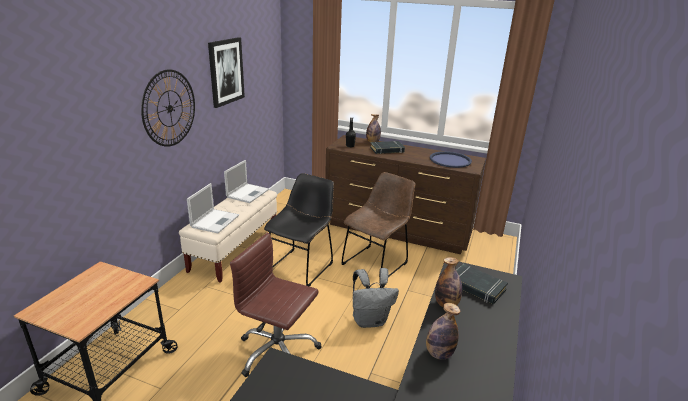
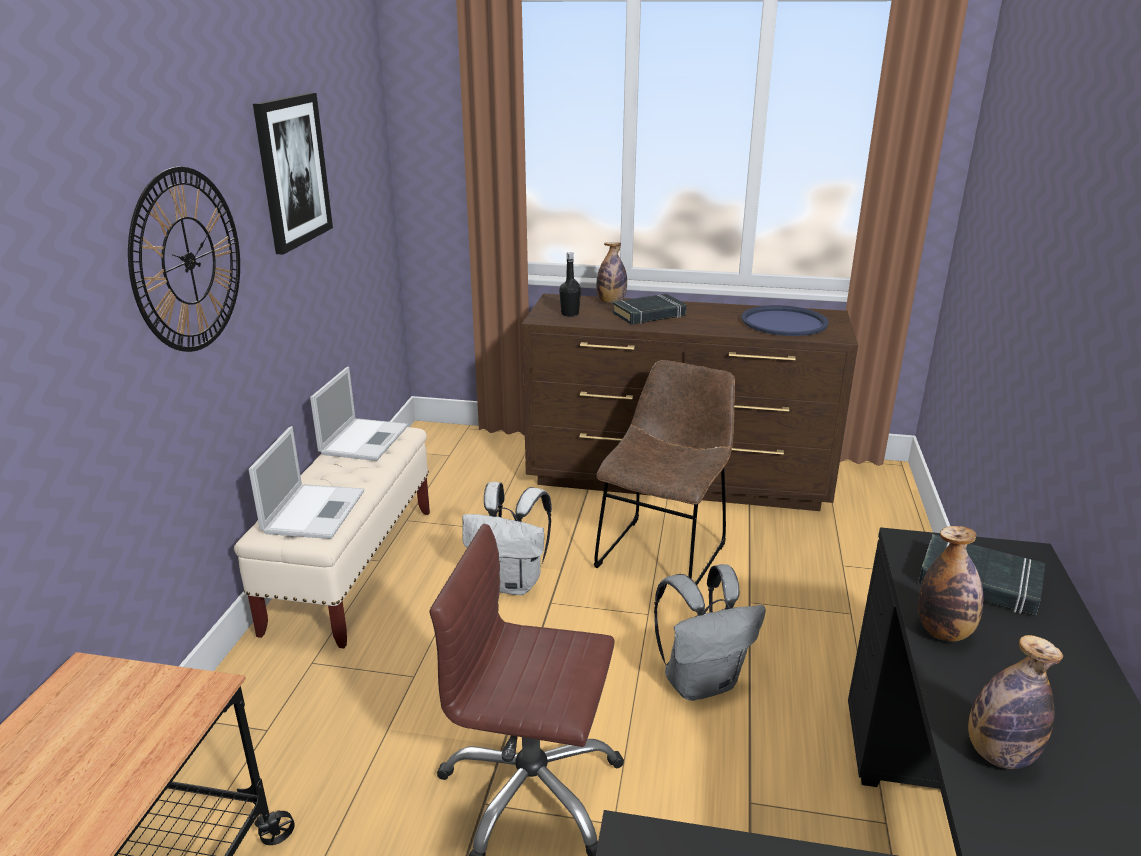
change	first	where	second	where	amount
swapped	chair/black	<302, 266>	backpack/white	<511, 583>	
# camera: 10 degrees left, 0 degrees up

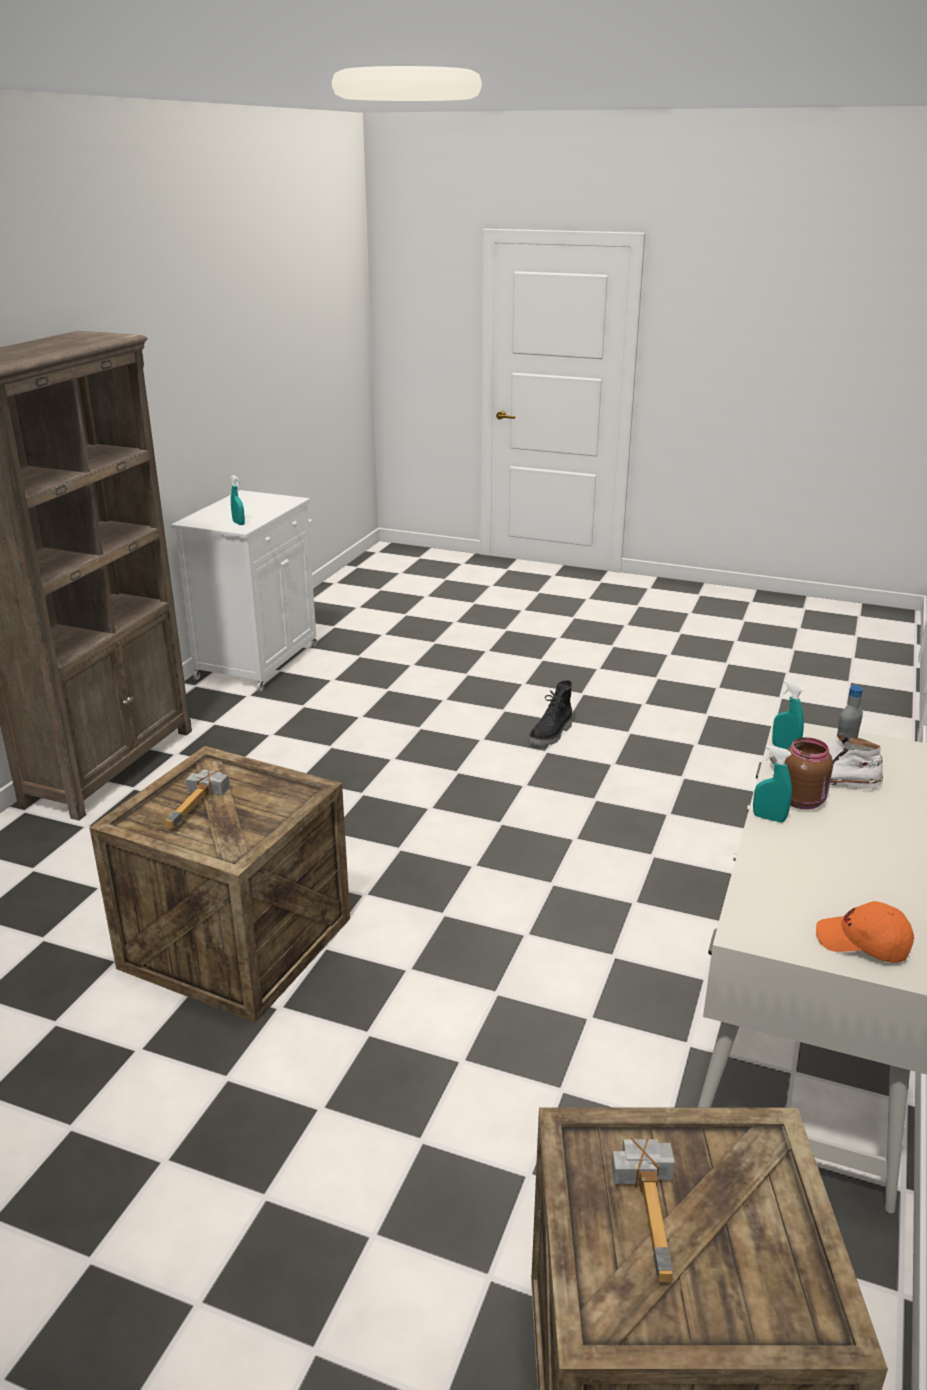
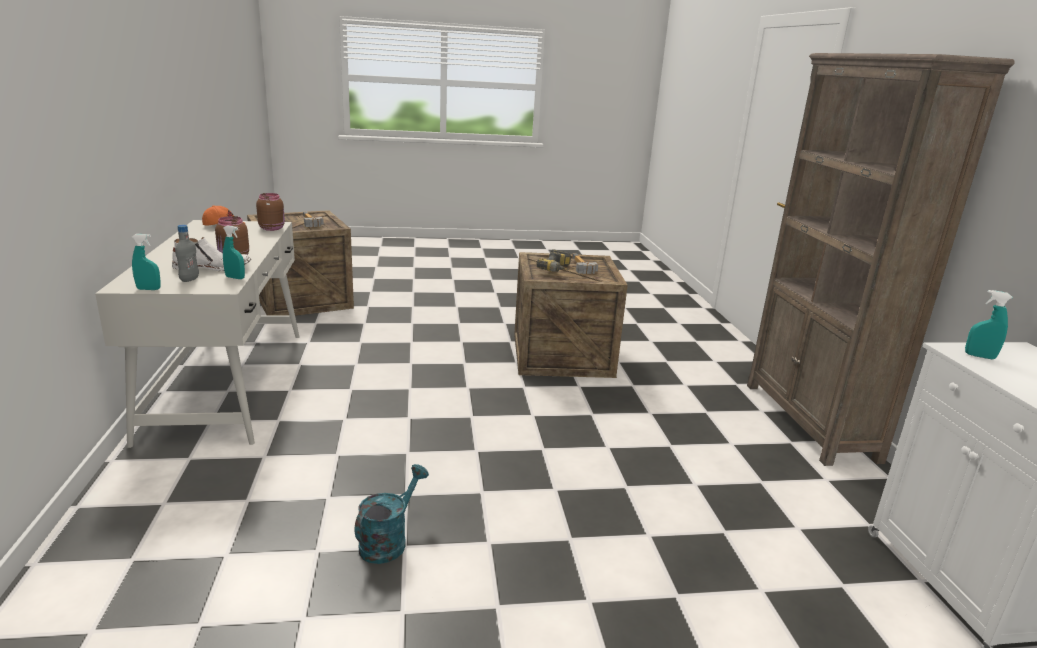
change	first	where	second	where	amount
gone	boot/black	<551, 735>			
shifted	spray bottle/turquoise	<769, 818>		<148, 289>	
new			jar/brown	<272, 228>	
new			power drill	<557, 270>	
new			watering can/turquoise	<388, 541>	
# camera: 150 degrees right, 5 degrees down

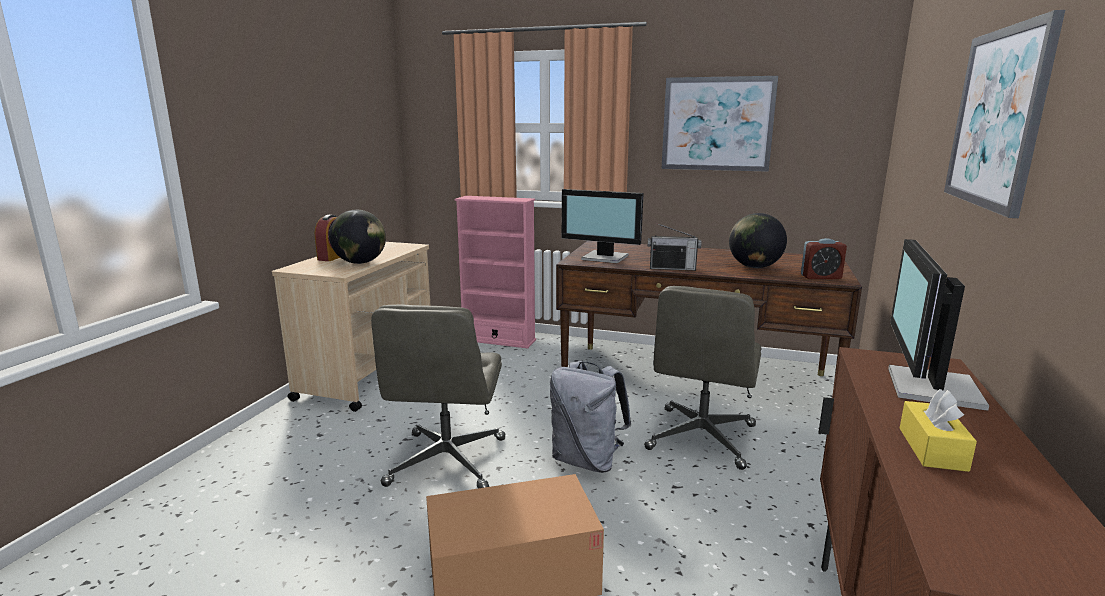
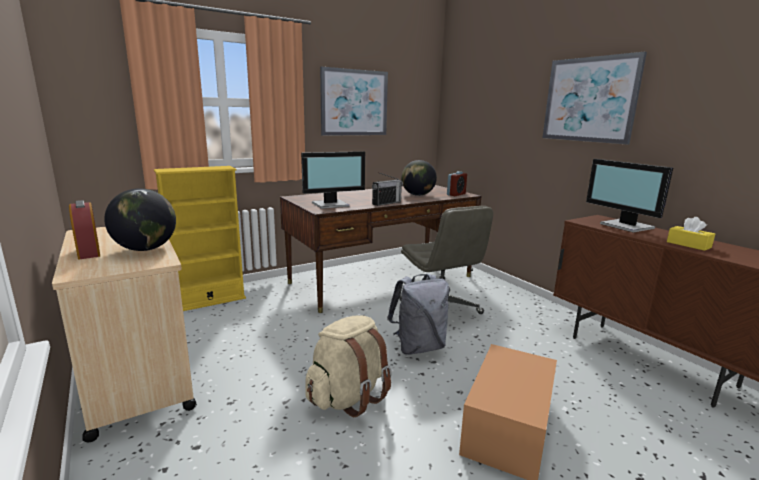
change	first	where	second	where	amount
repainted	bookcase/pink	<498, 340>	bookcase/yellow	<209, 301>	
swapped	office chair/grey	<447, 462>	backpack/beige	<348, 397>	
# camera: 50 degrees left, 0 degrees up

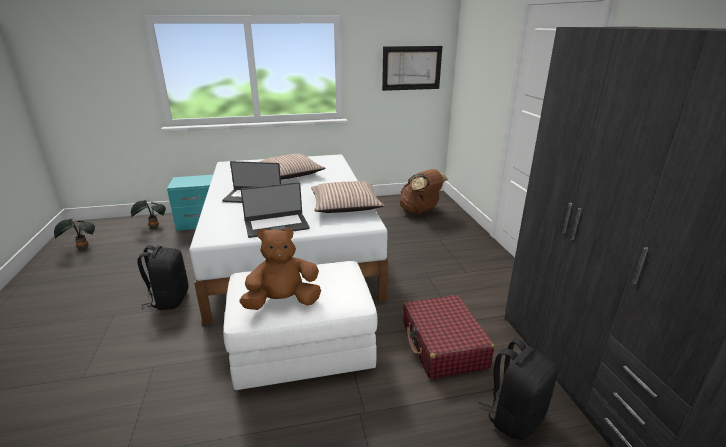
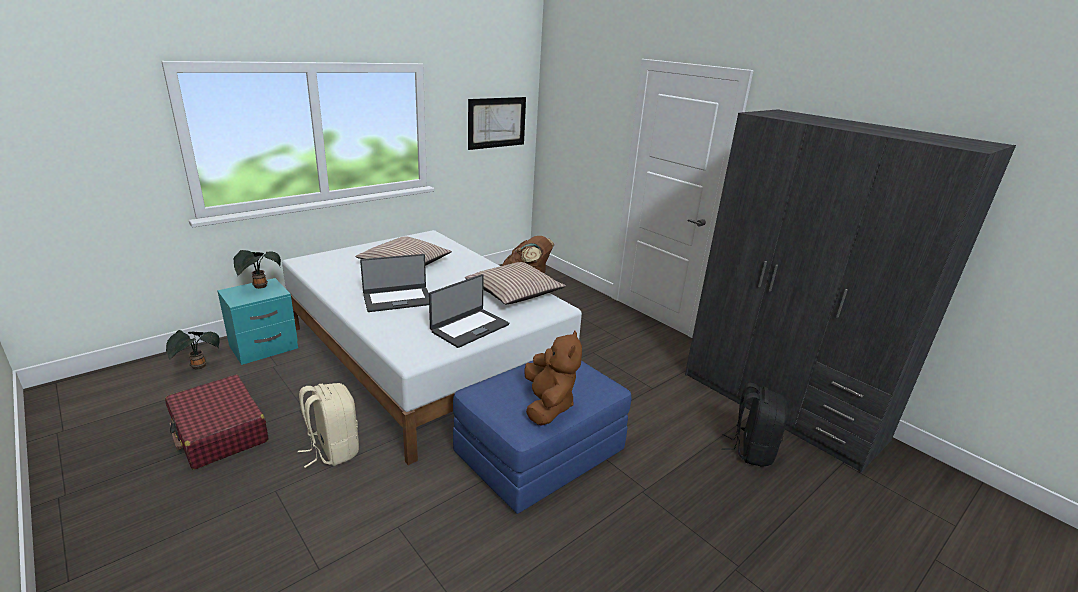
change	first	where	second	where	amount
shifted	potted plant	<81, 248>		<259, 287>	
rotated	plush toy/brown	<283, 302>		<548, 406>	135 degrees clockwise
repainted	backpack/black	<170, 299>	backpack/beige	<333, 450>	
repainted	ottoman/white	<303, 347>	ottoman/blue	<540, 452>	
shifted	suitcase/red	<443, 345>		<219, 432>	
# camera: 30 degrees left, 0 degrees up

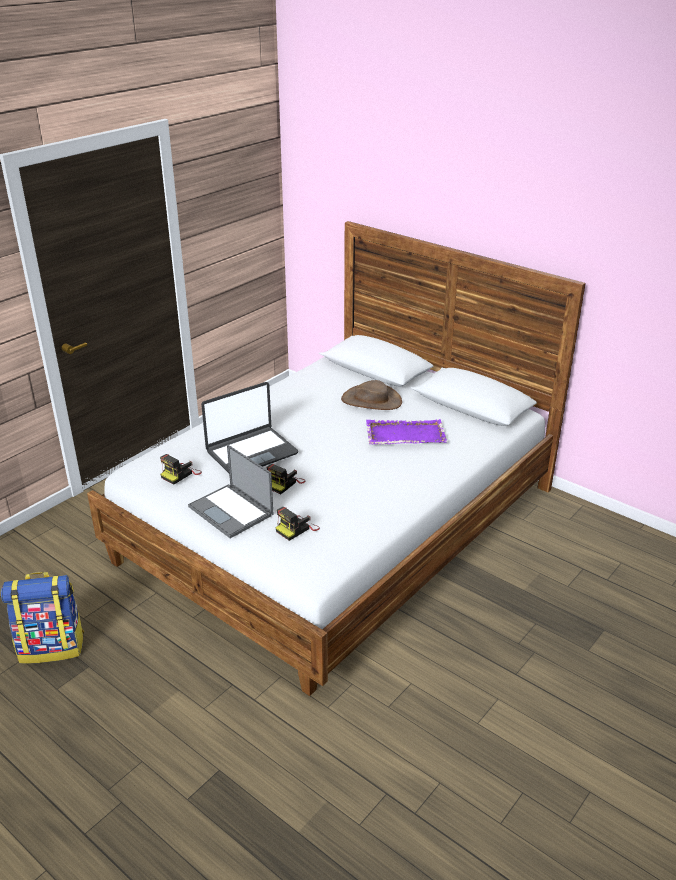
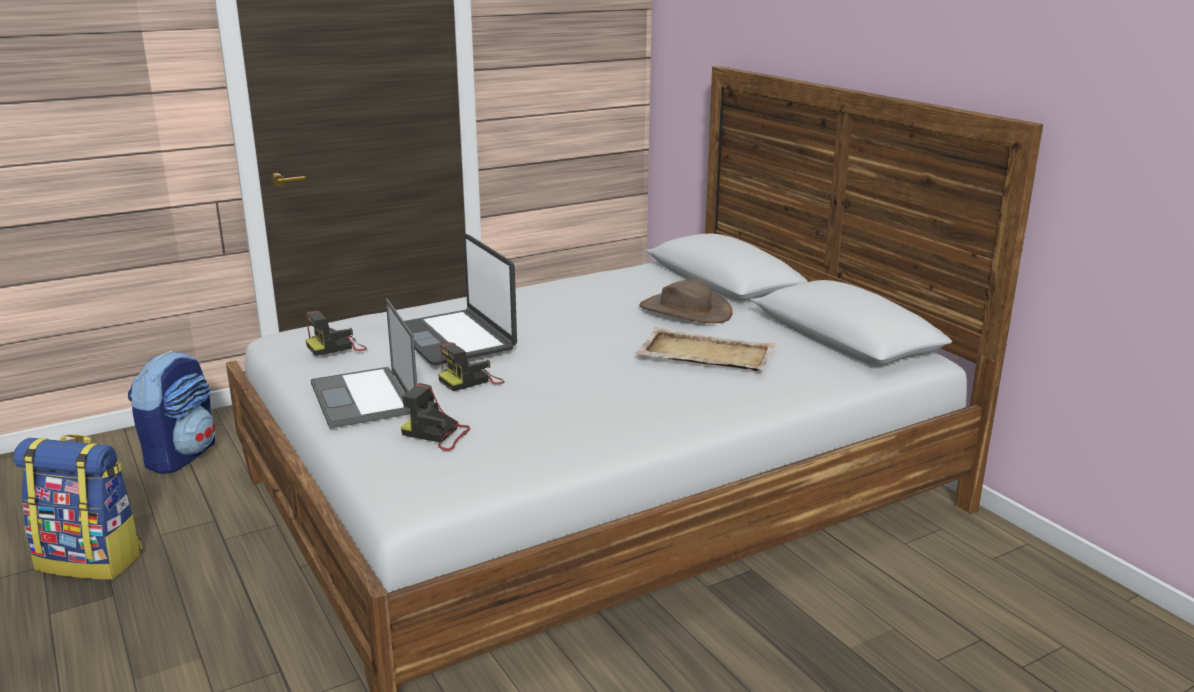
change	first	where	second	where	amount
rotated	laptop	<251, 452>		<455, 339>	75 degrees clockwise
repainted	tray/purple	<404, 434>	tray/beige	<704, 354>	
rotated	photo camera	<297, 529>		<437, 434>	45 degrees clockwise
new			backpack	<181, 455>	
# camera: 20 degrees right, 10 degrees down

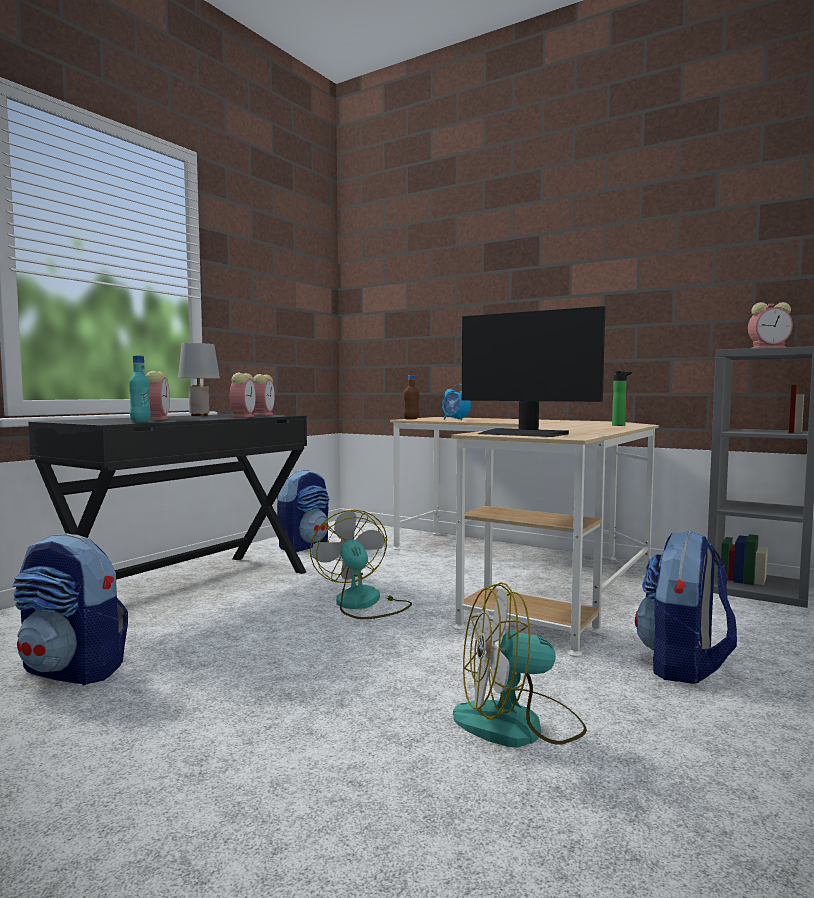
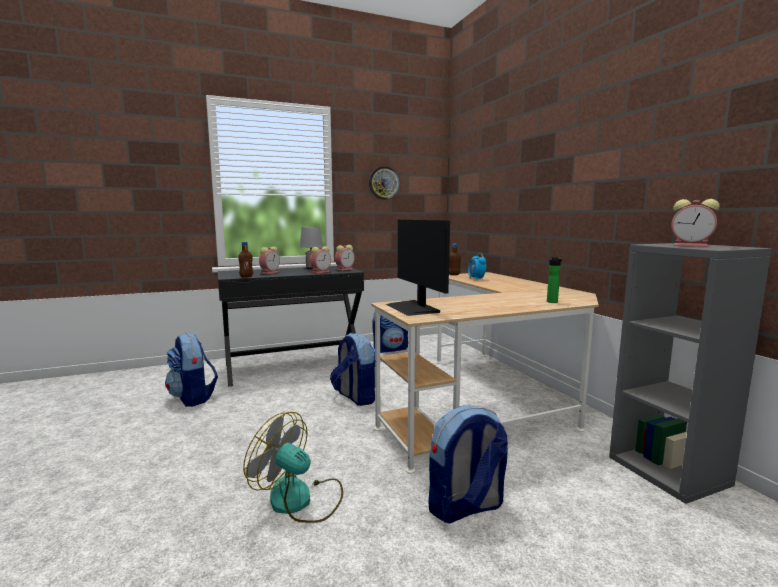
change	first	where	second	where	amount
repainted	bottle/turquoise	<140, 422>	bottle/brown	<246, 276>	
swapped	fan	<363, 604>	backpack	<355, 397>	
new			wall clock	<384, 183>	
# camera: 35 degrees right, 5 degrees up

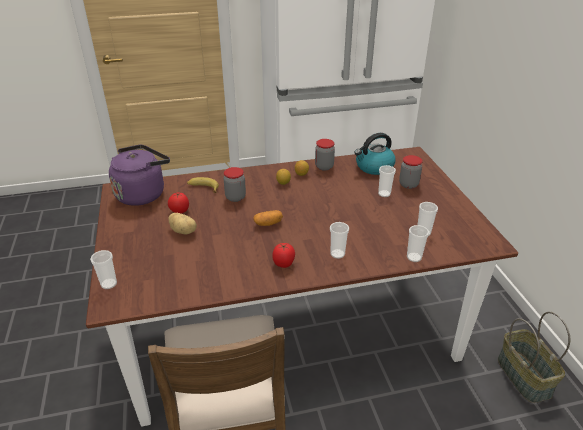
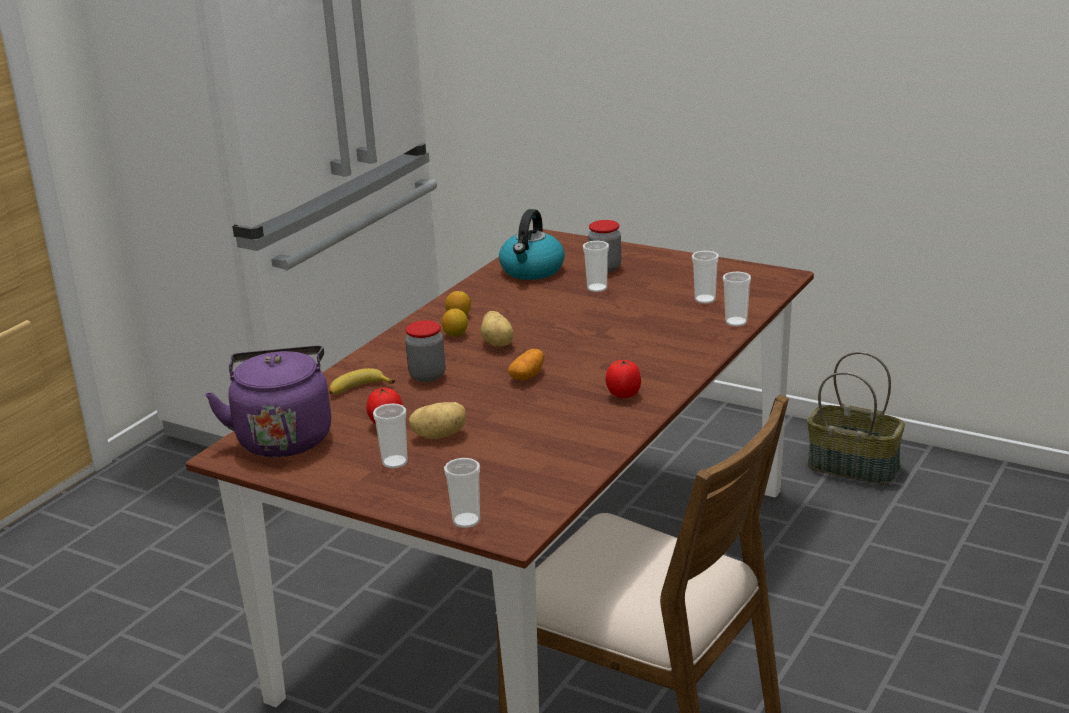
change	first	where	second	where	amount
gone	jar	<324, 167>			
shifted	cup	<337, 254>		<395, 462>	
new			potato	<498, 343>	
# camera: 45 degrees left, 10 degrees down

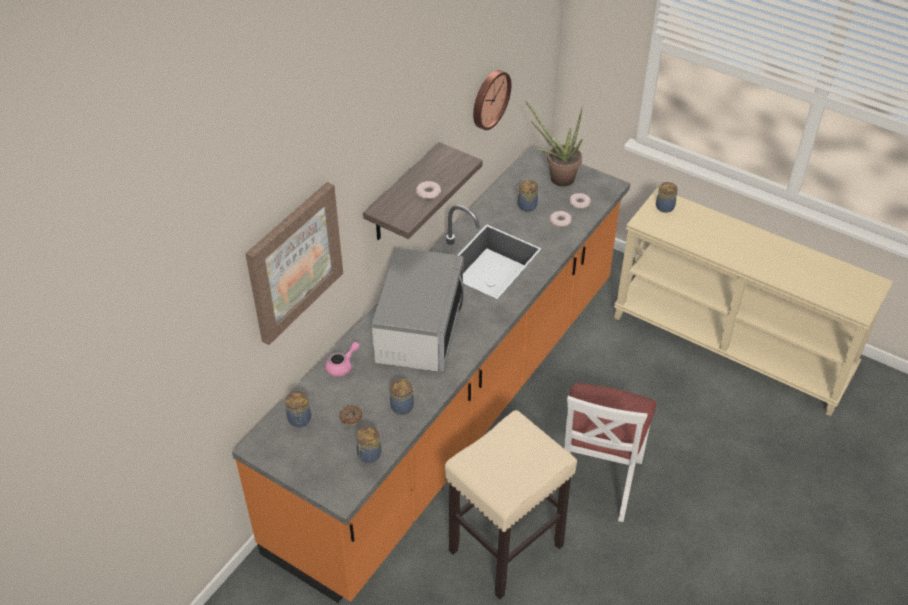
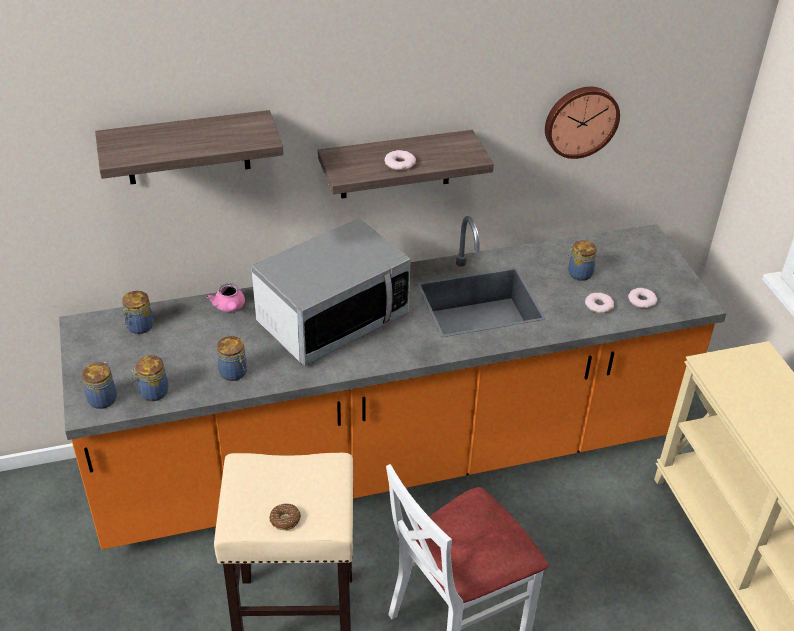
change	first	where	second	where	amount
gone	potted plant	<556, 178>			
swapped	picture	<294, 262>	shelf	<187, 148>	
shifted	jar	<664, 206>		<103, 398>	
rotated	teapot/pink	<342, 366>		<229, 307>	75 degrees clockwise
shifted	donut	<351, 417>		<285, 520>	
# camera: 40 degrees right, 5 degrees down

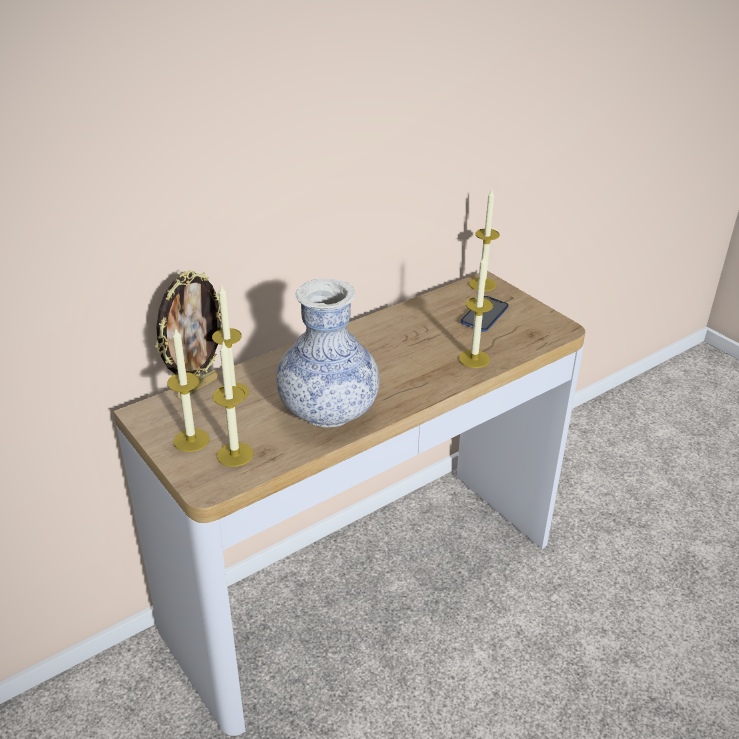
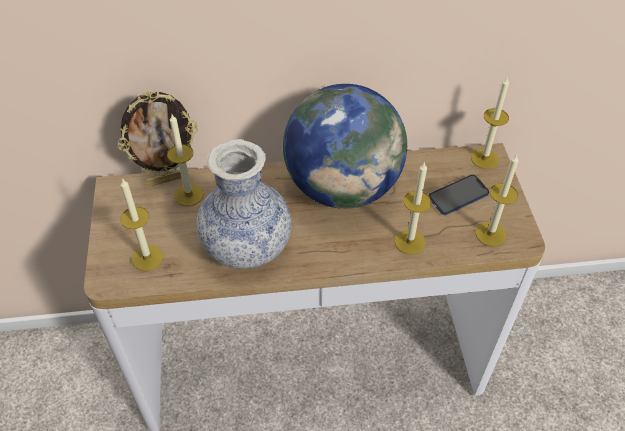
change	first	where	second	where	amount
shifted	candle	<191, 440>		<490, 234>	
new			globe	<343, 188>	
# camera: 30 degrees right, 15 degrees up

